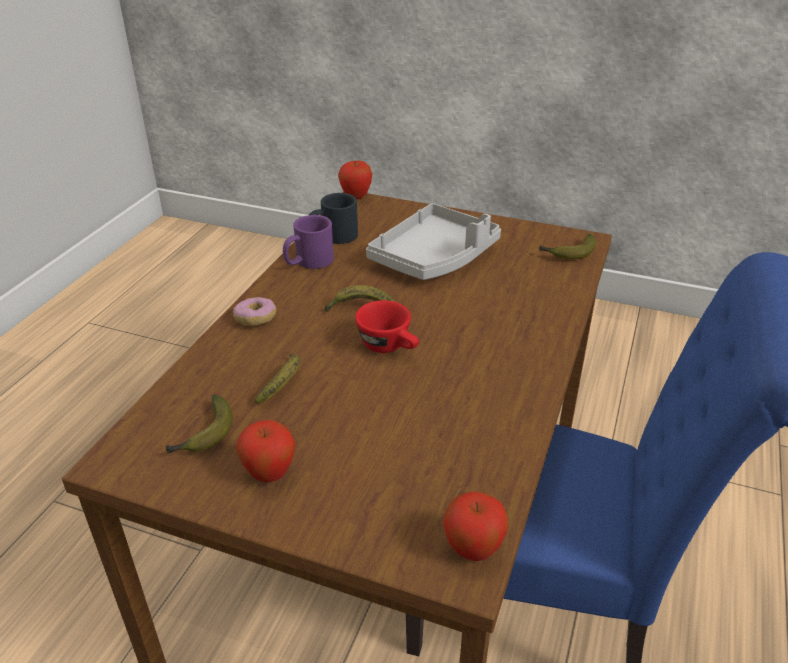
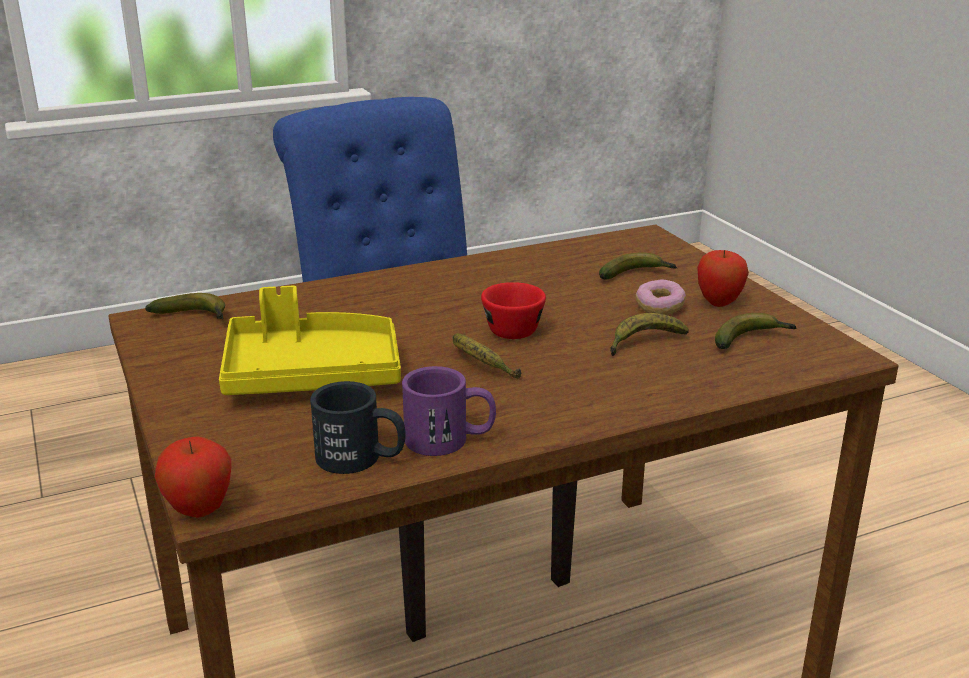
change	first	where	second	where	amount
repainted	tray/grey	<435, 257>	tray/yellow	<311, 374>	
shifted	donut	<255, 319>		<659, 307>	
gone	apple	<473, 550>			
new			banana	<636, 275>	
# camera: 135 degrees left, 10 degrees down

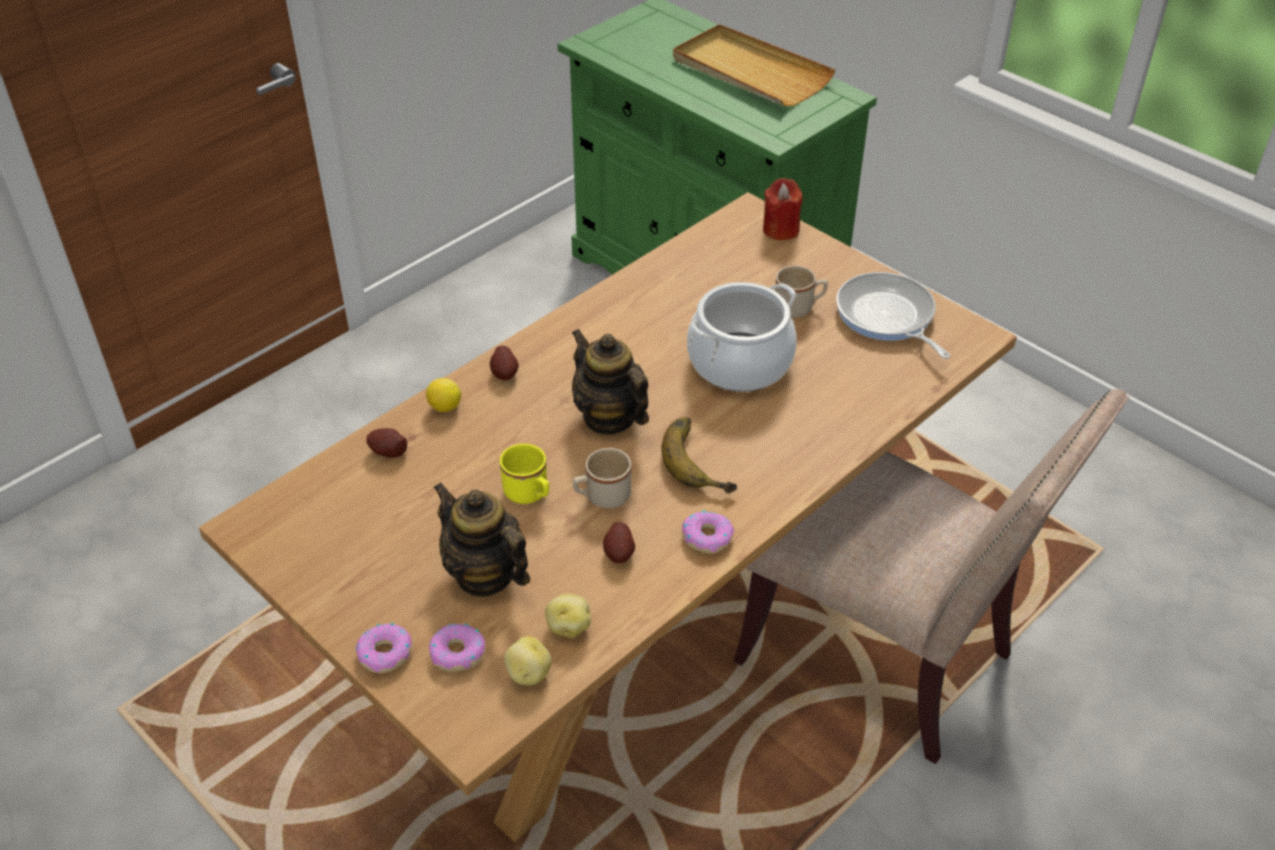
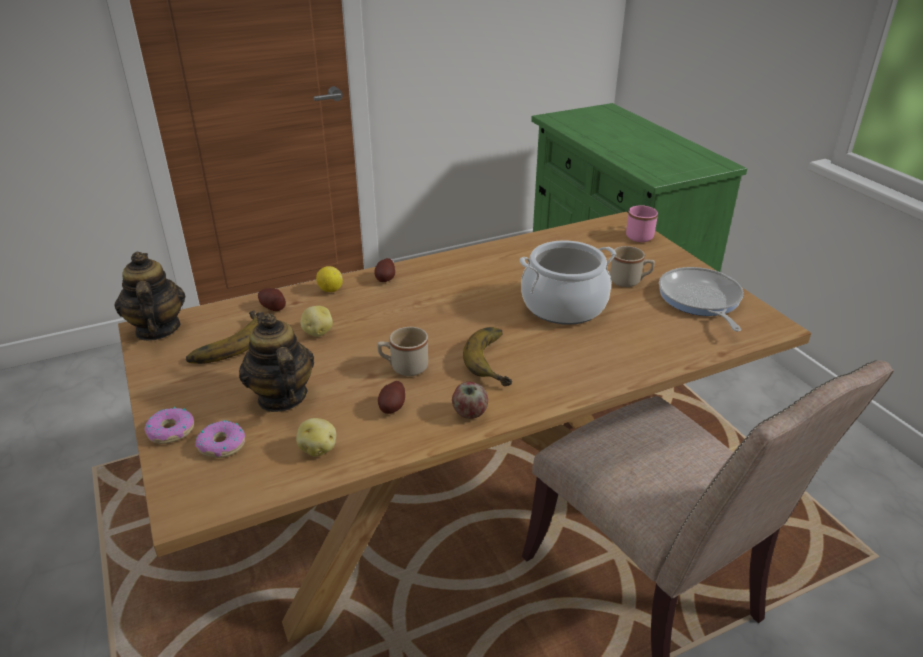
change	first	where	second	where	amount
gone	tray/beige	<750, 71>			
swapped	candle/red	<780, 229>	mug/pink	<639, 235>	
shifted	teapot	<609, 417>		<157, 329>	
gone	mug/yellow	<529, 494>			
swapped	donut	<707, 537>	apple	<469, 413>	
shifted	potato	<528, 674>		<317, 332>	
new			banana	<225, 343>	
# camera: 20 degrees right, 10 degrees down

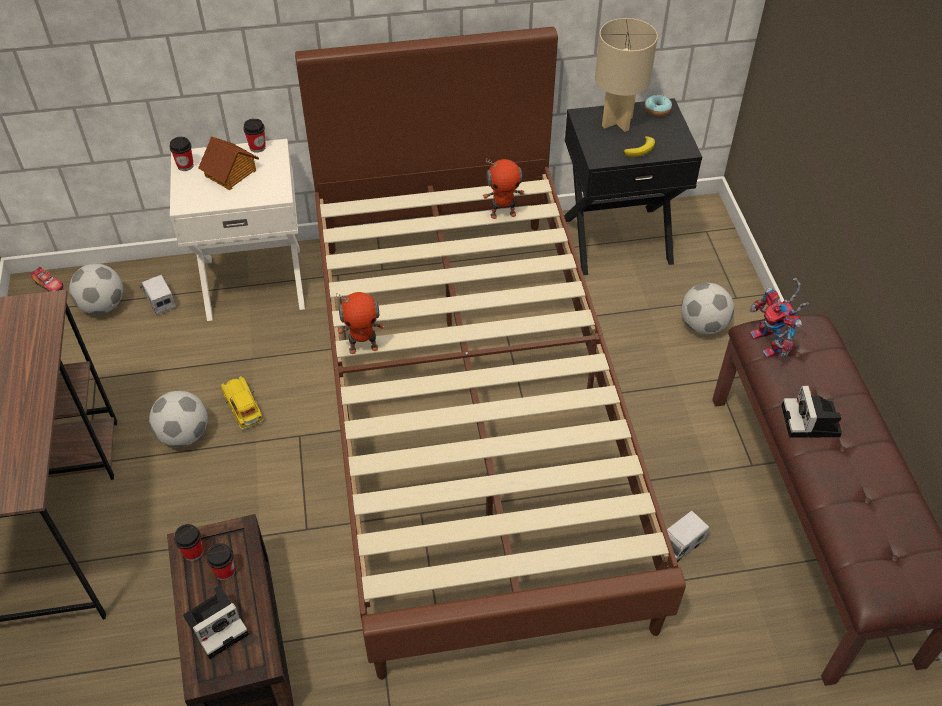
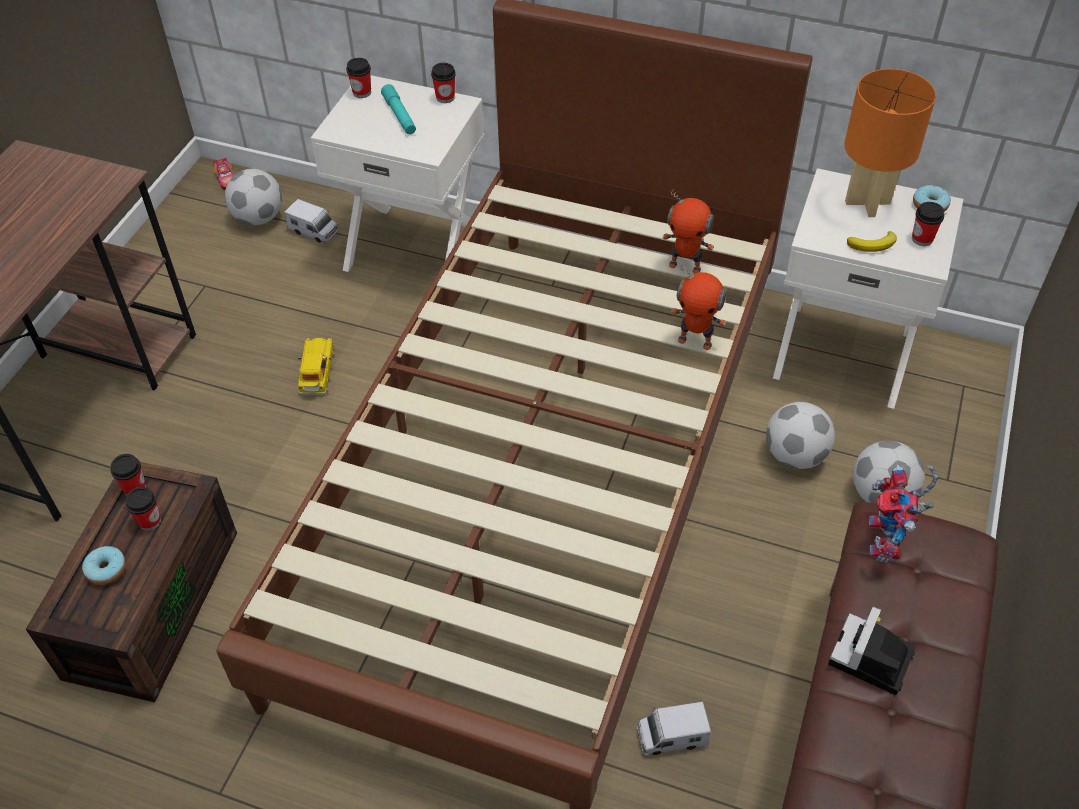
change	first	where	second	where	amount
repainted	table lamp/beige	<616, 121>	table lamp/orange	<867, 202>	
repainted	nightstand/black	<617, 238>	nightstand/white	<843, 352>	
swapped	toy house	<231, 173>	flashlight/turquoise	<399, 115>	
rotated	toy truck	<159, 299>		<313, 231>	120 degrees clockwise
shifted	toy robot	<363, 347>		<695, 341>	
shifted	football	<184, 434>		<794, 455>	
swapped	photo camera	<218, 624>	donut	<106, 570>	
new			cup	<922, 239>	
# camera: 30 degrees right, 0 degrees up

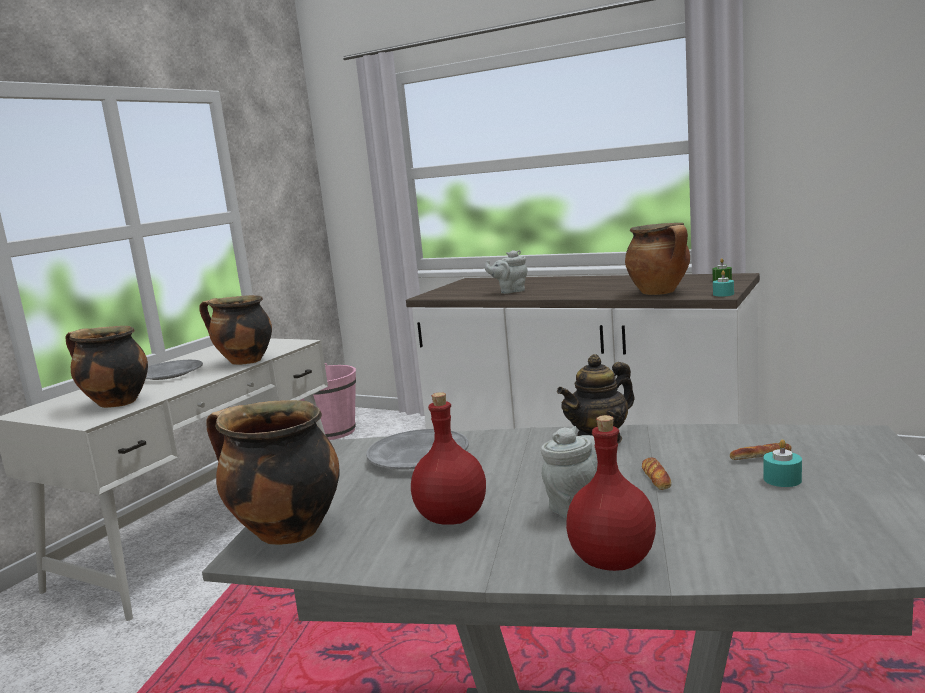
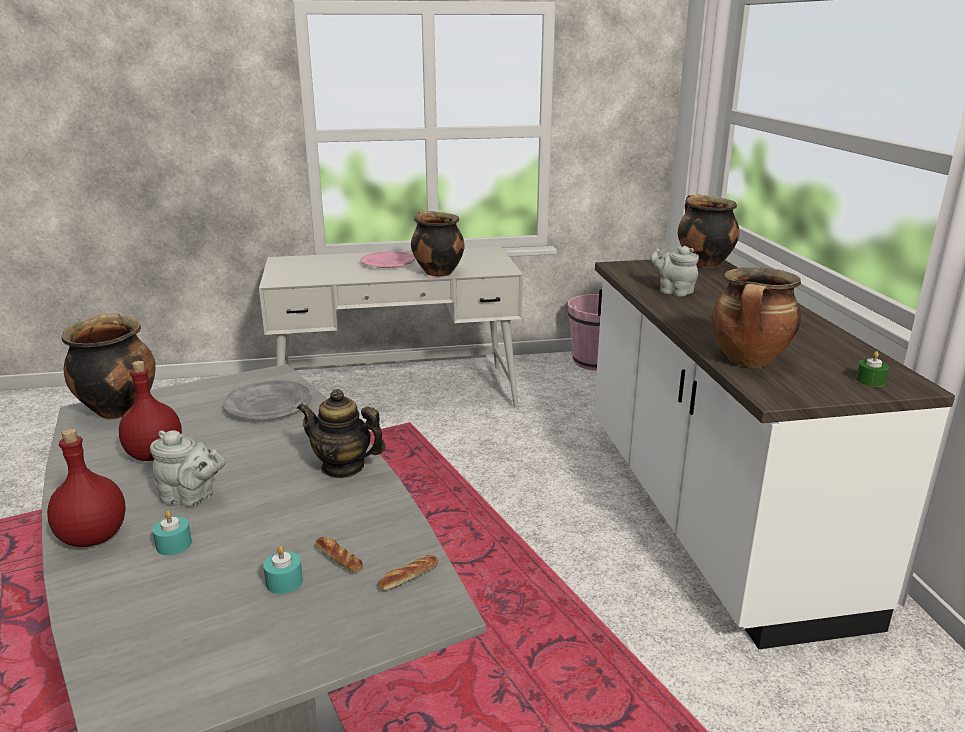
change	first	where	second	where	amount
shifted	candle/turquoise	<723, 294>		<174, 544>	
shifted	cooking pot	<115, 403>		<702, 263>	
repainted	plate/grey	<169, 374>	plate/pink	<388, 263>	
shifted	bread	<656, 478>		<409, 577>	
# camera: 50 degrees right, 10 degrees up

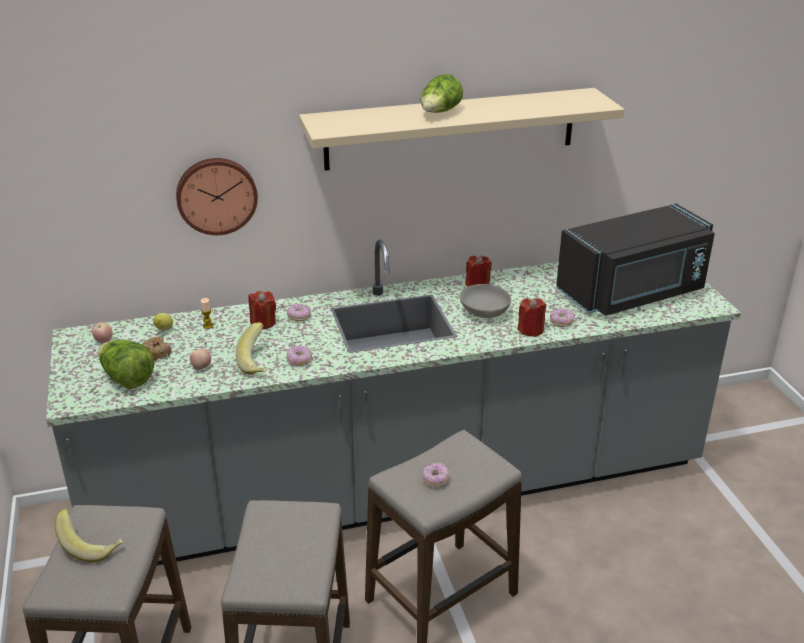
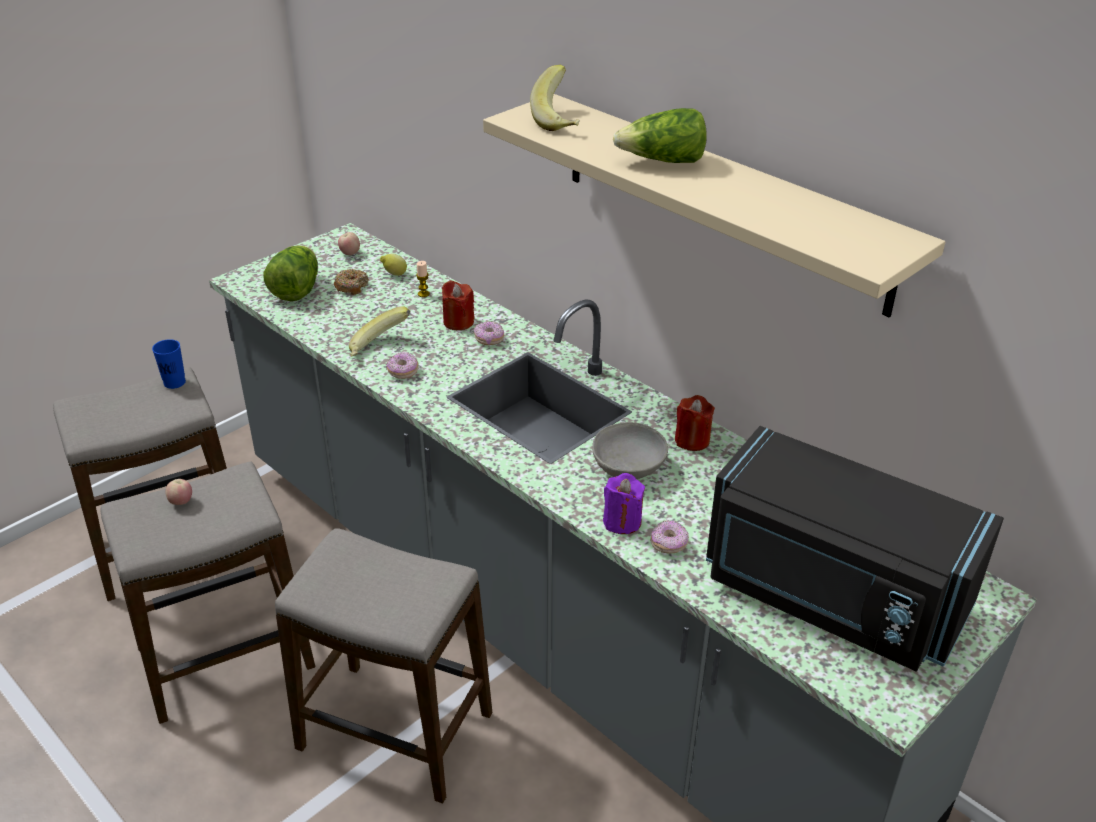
change	first	where	second	where	amount
gone	wall clock	<216, 195>			
repainted	candle/red	<531, 330>	candle/purple	<622, 521>	
shifted	apple	<201, 368>		<181, 502>	
gone	donut	<435, 479>			
shifted	banana	<92, 546>		<561, 120>	
new			cup/blue	<174, 382>	
# camera: 60 degrees right, 5 degrees up

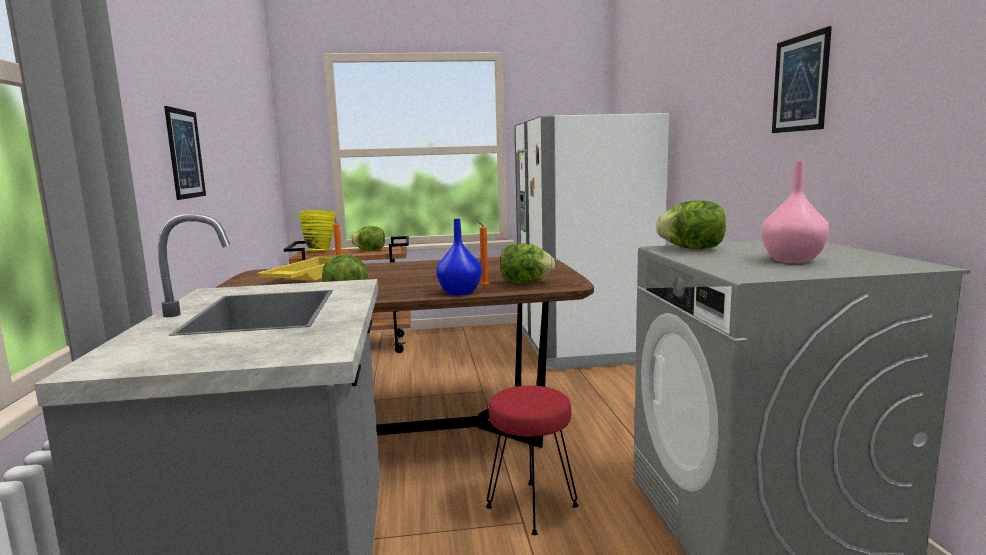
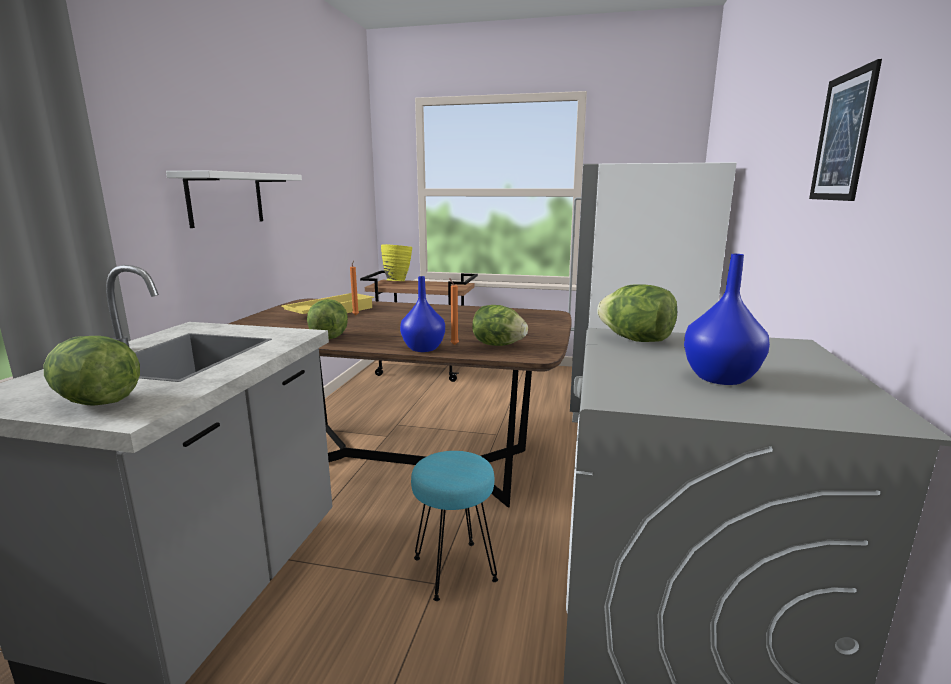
change	first	where	second	where	amount
swapped	picture	<185, 154>	shelf/white	<226, 199>	
repainted	vase/pink	<791, 260>	vase/blue	<719, 377>	
shifted	lettuce	<370, 250>		<97, 401>	
repainted	stool/red	<531, 507>	stool/turquoise	<453, 570>	
# camera: 20 degrees right, 5 degrees up

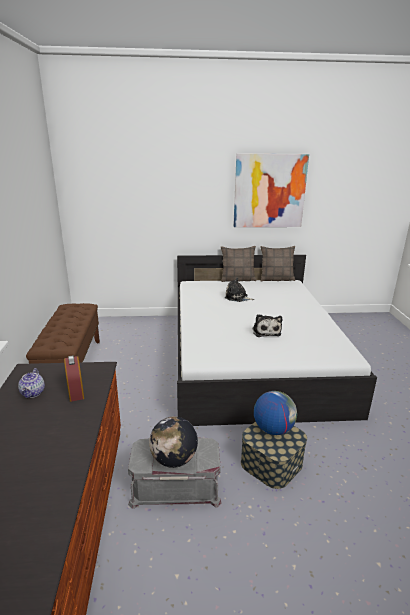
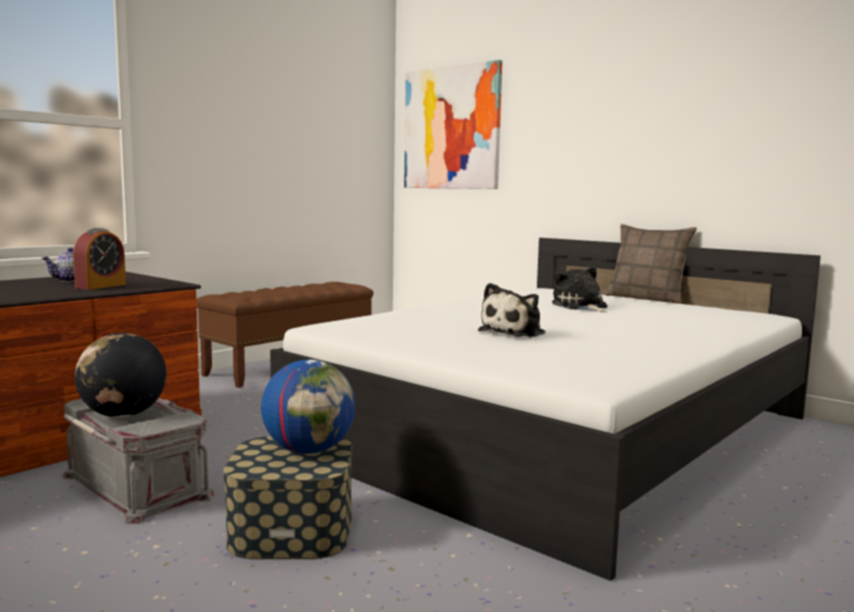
change	first	where	second	where	amount
shifted	picture	<269, 191>		<451, 128>	
gone	pillow	<276, 279>			
# camera: 45 degrees right, 15 degrees down

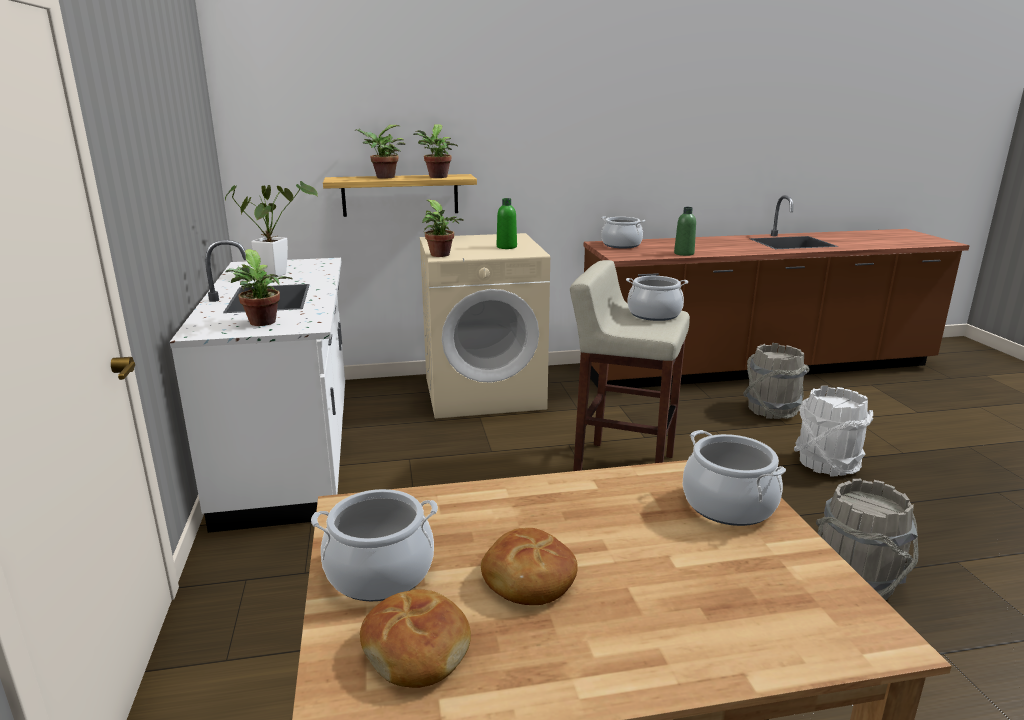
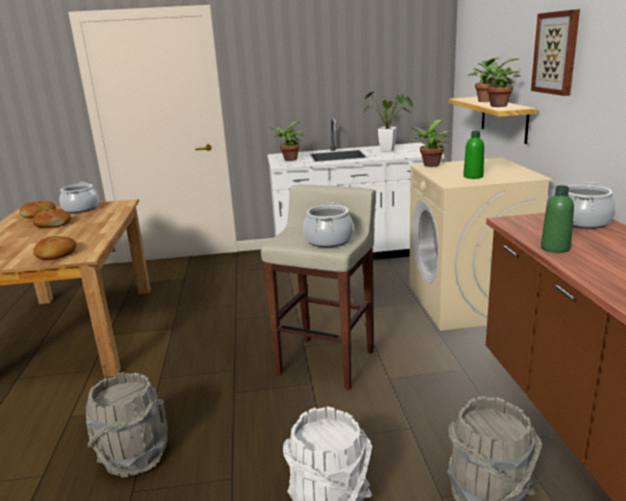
change	first	where	second	where	amount
swapped	cooking pot	<729, 504>	bread	<56, 254>	
new			picture	<556, 53>	
# camera: 95 degrees right, 0 degrees up

